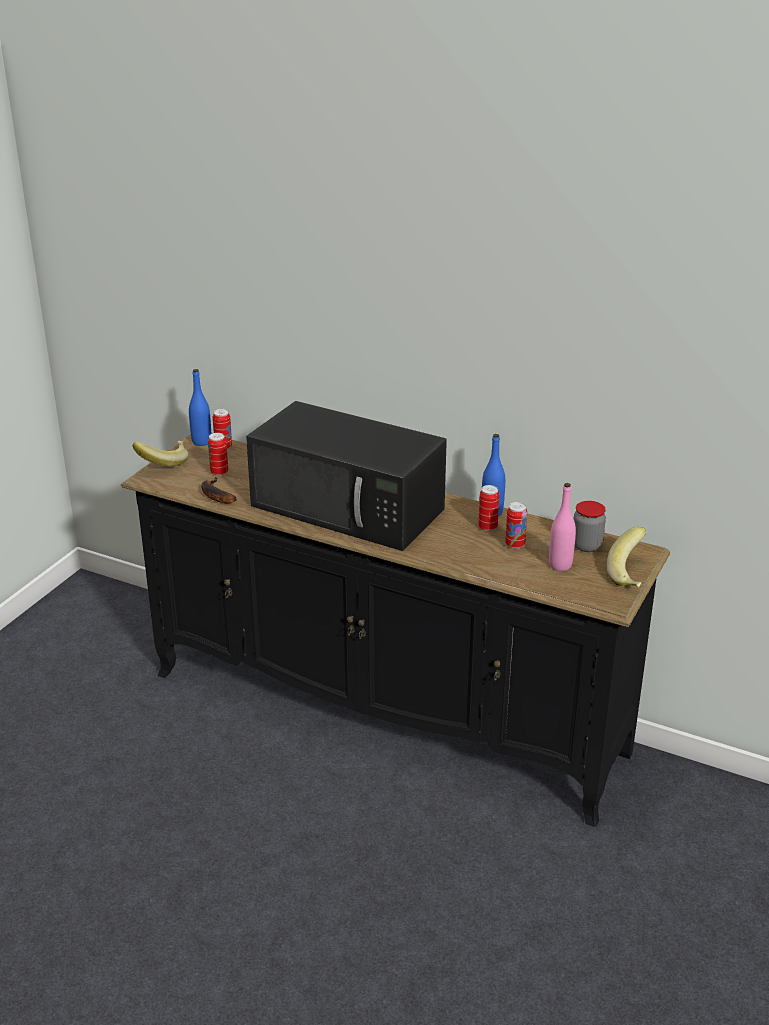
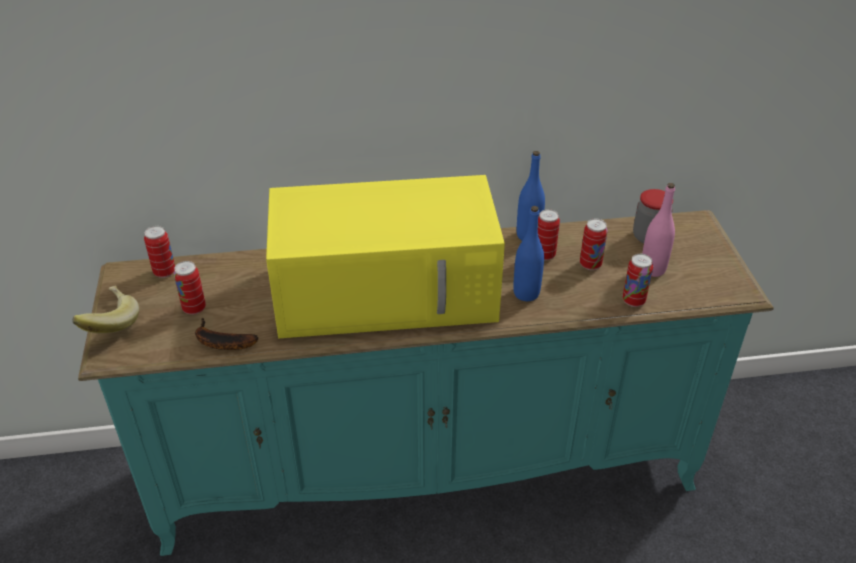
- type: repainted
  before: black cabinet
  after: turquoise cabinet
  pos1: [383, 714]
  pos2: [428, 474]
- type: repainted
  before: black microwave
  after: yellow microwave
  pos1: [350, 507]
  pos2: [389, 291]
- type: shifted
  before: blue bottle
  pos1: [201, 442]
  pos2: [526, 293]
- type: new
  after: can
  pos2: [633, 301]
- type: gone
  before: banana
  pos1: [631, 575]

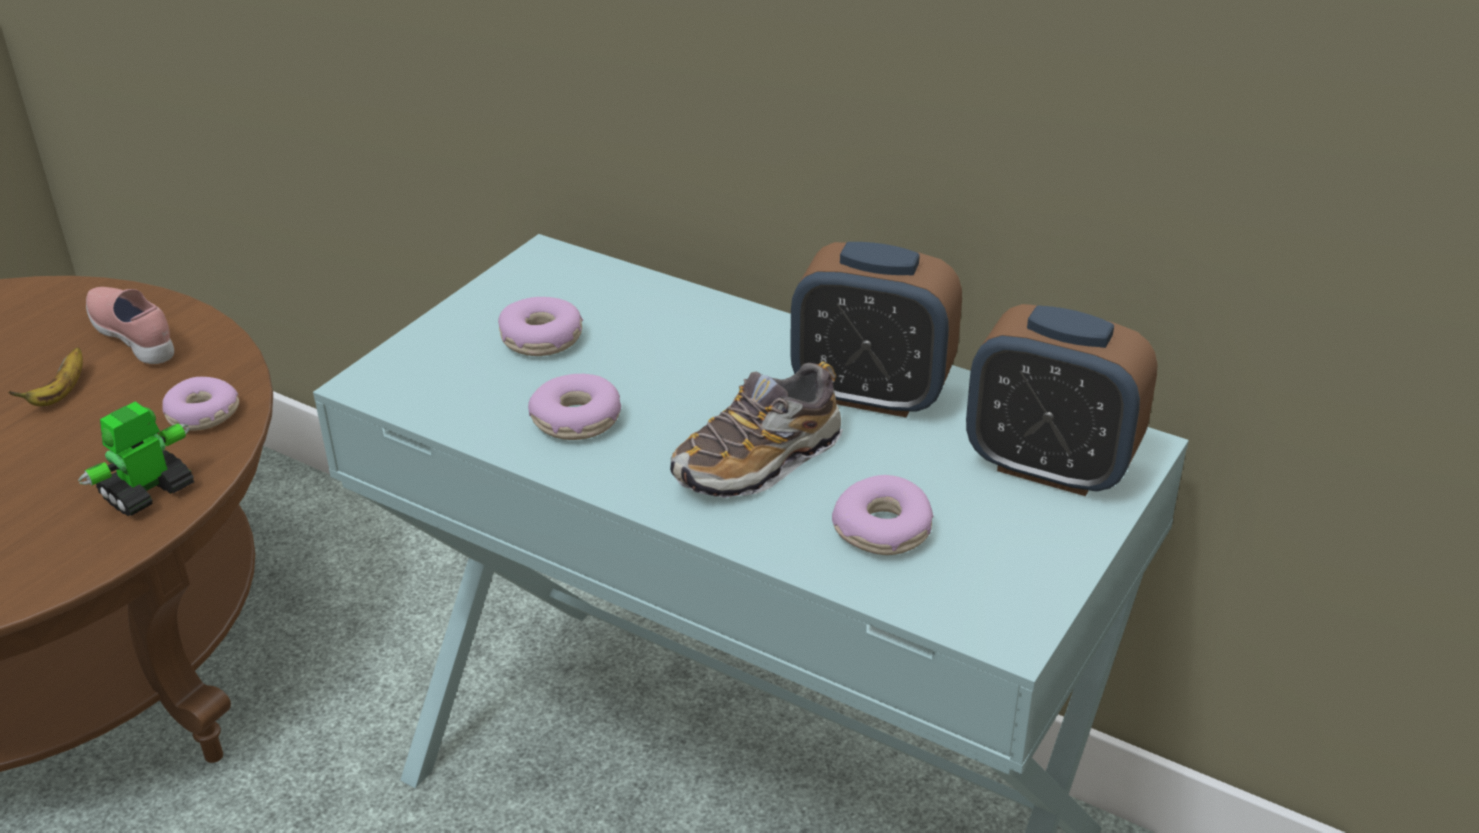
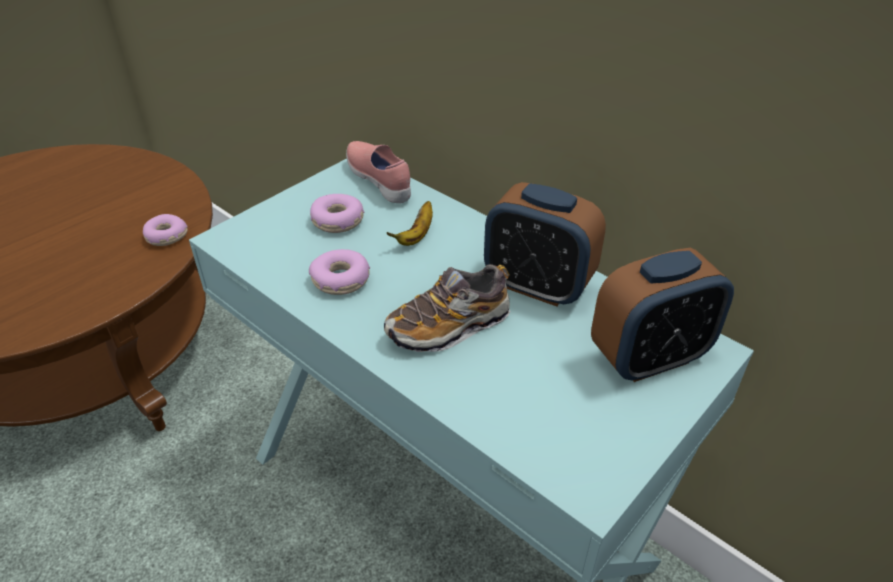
- type: shifted
  before: pink shoe
  pos1: [136, 338]
  pos2: [380, 181]
- type: shifted
  before: banana
  pos1: [60, 393]
  pos2: [416, 235]
- type: rotated
  before: alarm clock
  pos1: [1050, 467]
  pos2: [649, 358]
  turn: -60
- type: gone
  before: toy robot
  pos1: [147, 493]
- type: gone
  before: donut
  pos1: [883, 530]

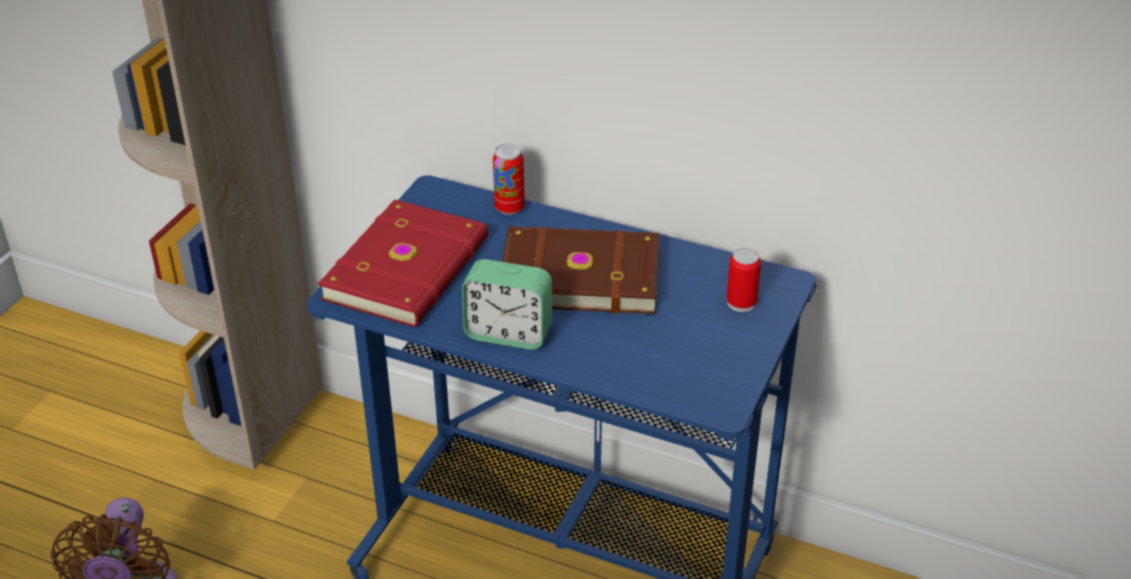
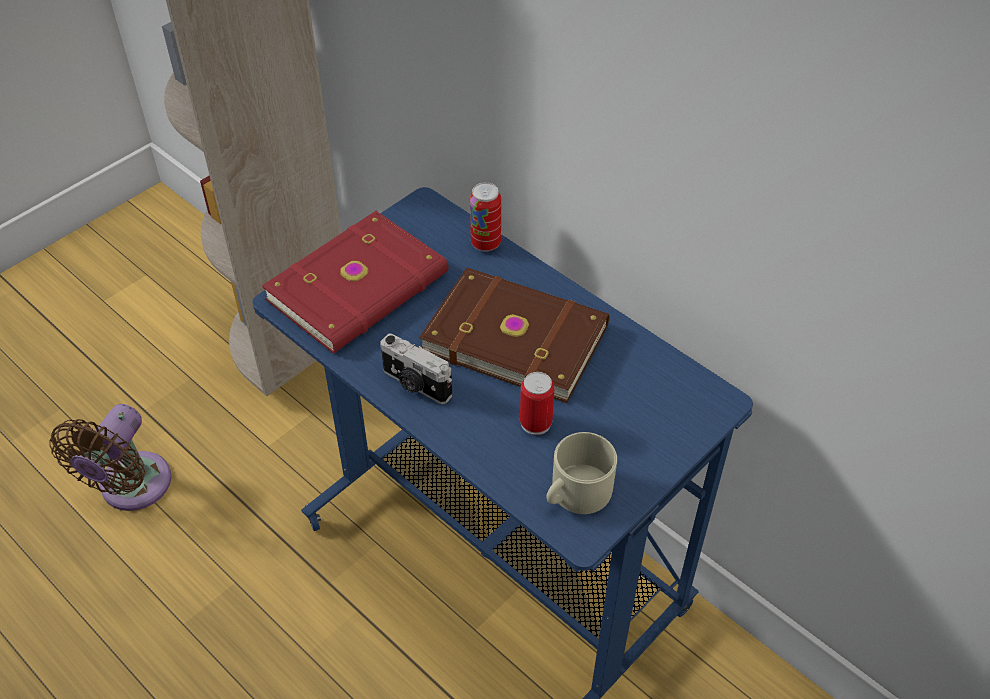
- type: swapped
  before: alarm clock
  after: photo camera
  pos1: [508, 333]
  pos2: [416, 385]
- type: shifted
  before: can
  pos1: [741, 302]
  pos2: [536, 422]
- type: new
  after: beige mug
  pos2: [576, 493]

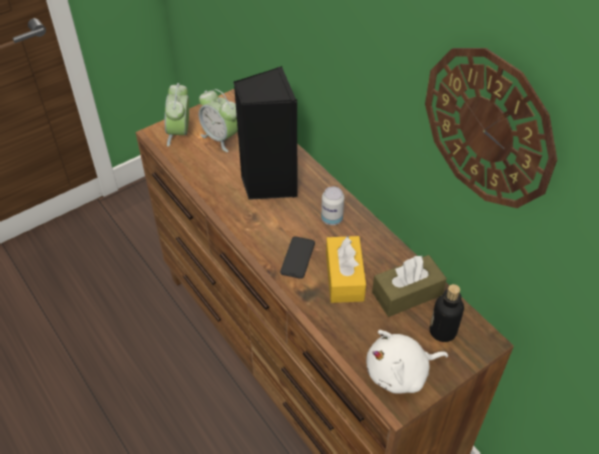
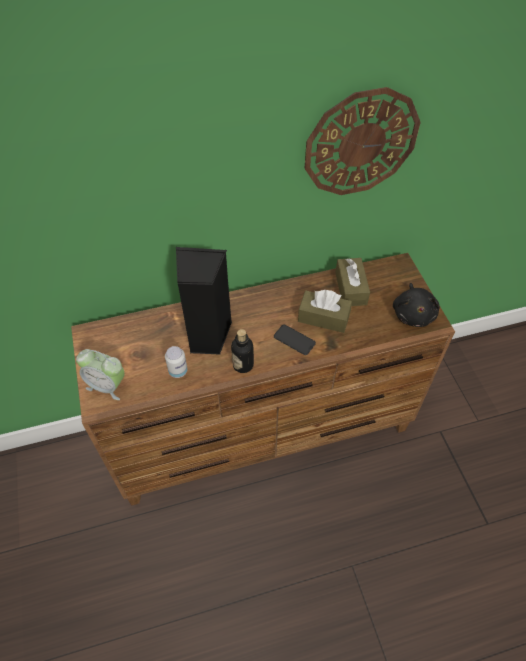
- type: shifted
  before: can
  pos1: [332, 219]
  pos2: [178, 371]
- type: shifted
  before: bottle
  pos1: [442, 331]
  pos2: [243, 365]
- type: repainted
  before: yellow tissue box
  after: brown tissue box
  pos1: [344, 277]
  pos2: [323, 318]
- type: repainted
  before: white plush toy
  after: black plush toy
  pos1: [400, 373]
  pos2: [413, 314]
- type: gone
  before: alarm clock
  pos1: [221, 138]

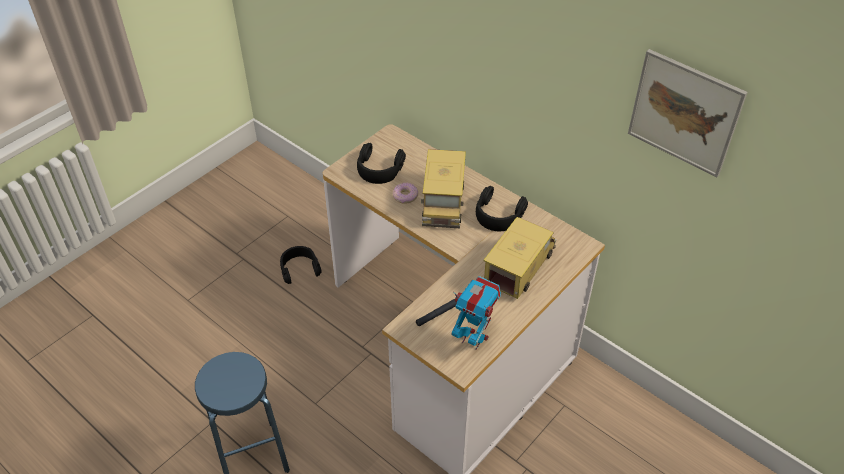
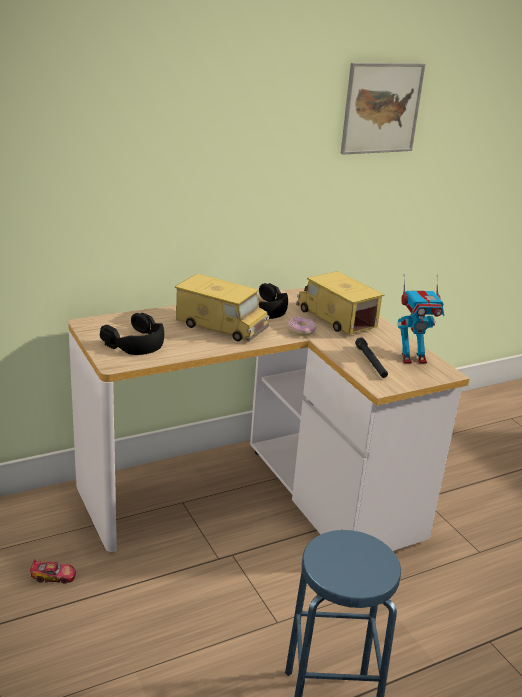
- type: swapped
  before: black headphones
  after: toy car
  pos1: [299, 268]
  pos2: [54, 576]
- type: shifted
  before: donut
  pos1: [405, 196]
  pos2: [301, 330]
- type: rotated
  before: toy robot
  pos1: [473, 338]
  pos2: [412, 358]
  turn: -150

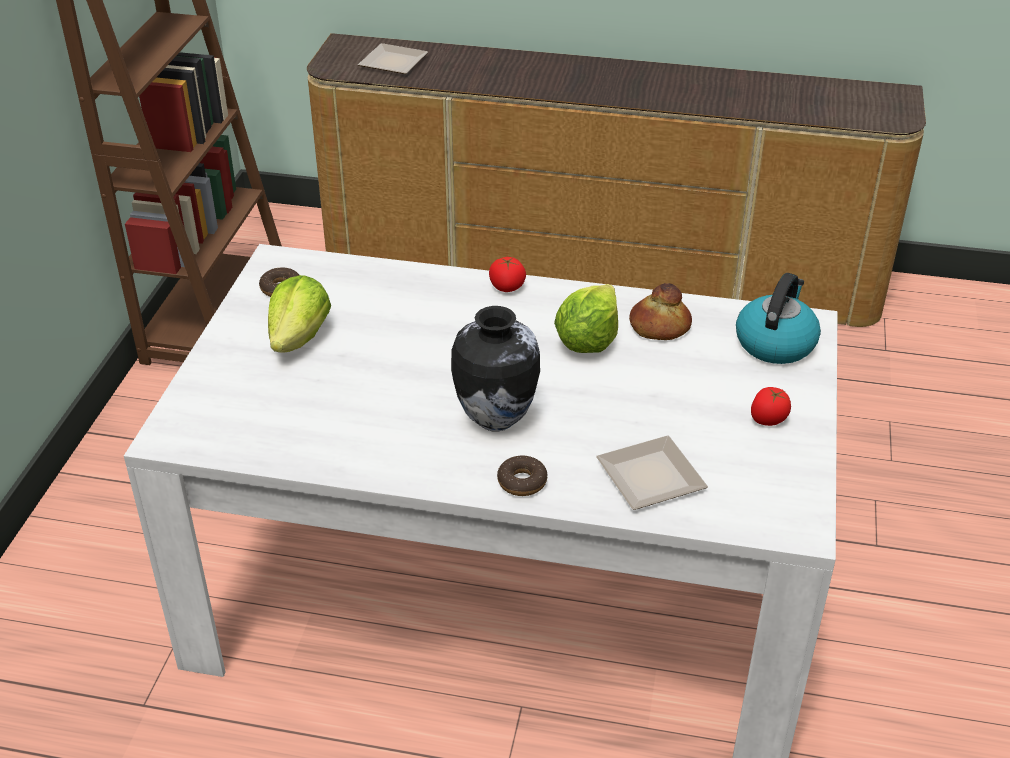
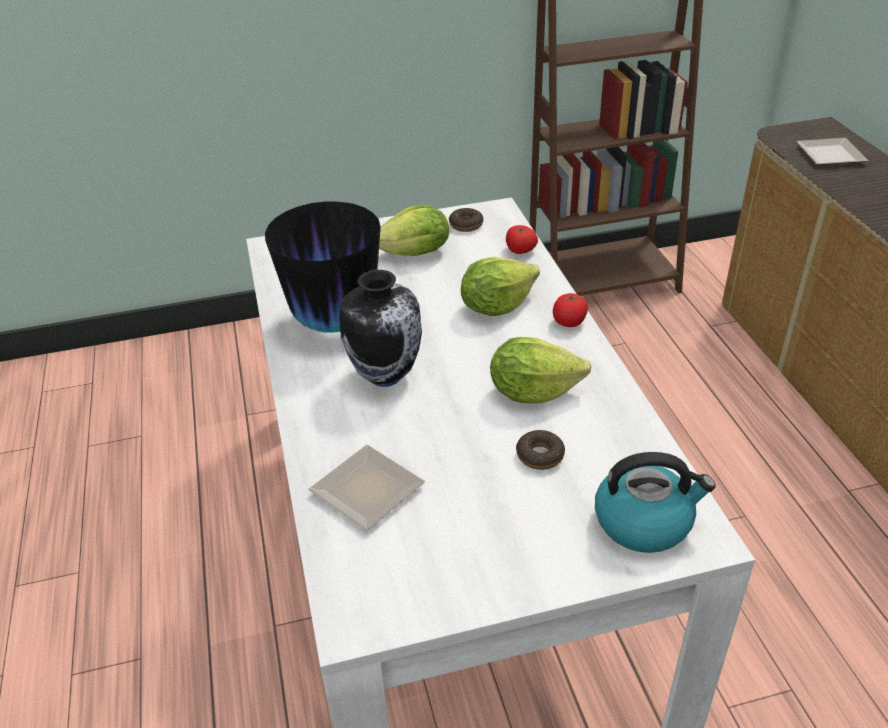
- type: new
  after: vase
  pos2: [335, 322]
- type: new
  after: lettuce
  pos2: [496, 306]
- type: shifted
  before: tomato
  pos1: [768, 419]
  pos2: [520, 251]
- type: shifted
  before: donut
  pos1: [522, 482]
  pos2: [540, 455]
- type: gone
  before: bread
  pos1: [659, 327]

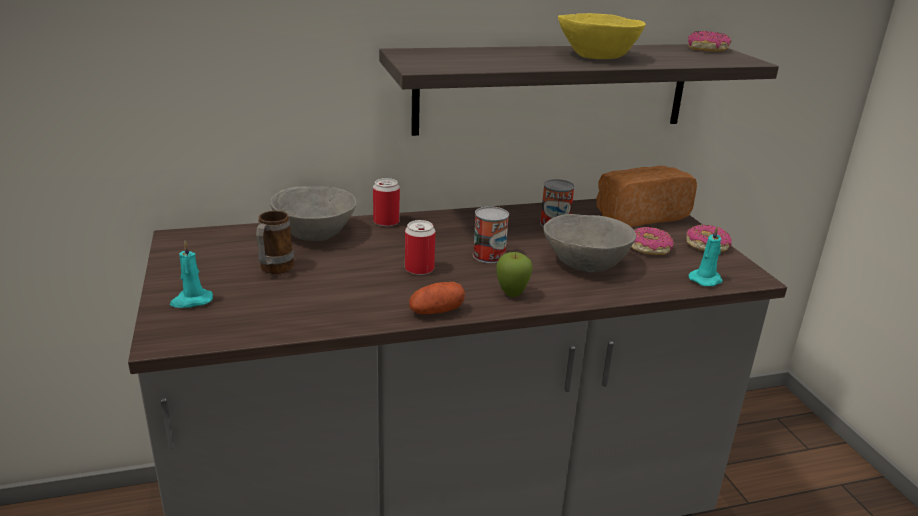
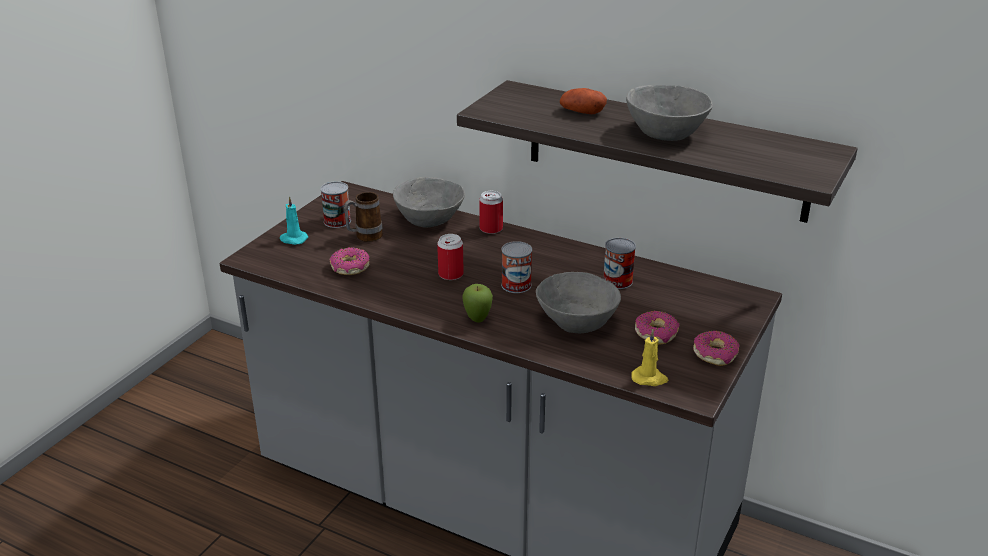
- type: new
  after: can
  pos2: [337, 221]
- type: shifted
  before: donut
  pos1: [707, 49]
  pos2: [350, 268]
- type: shifted
  before: potato
  pos1: [436, 311]
  pos2: [582, 112]
- type: repainted
  before: yellow bowl
  after: grey bowl
  pos1: [598, 56]
  pos2: [667, 134]
- type: repainted
  before: turquoise candle
  after: yellow candle
  pos1: [706, 280]
  pos2: [649, 378]
- type: gone
  before: bread
  pos1: [638, 215]

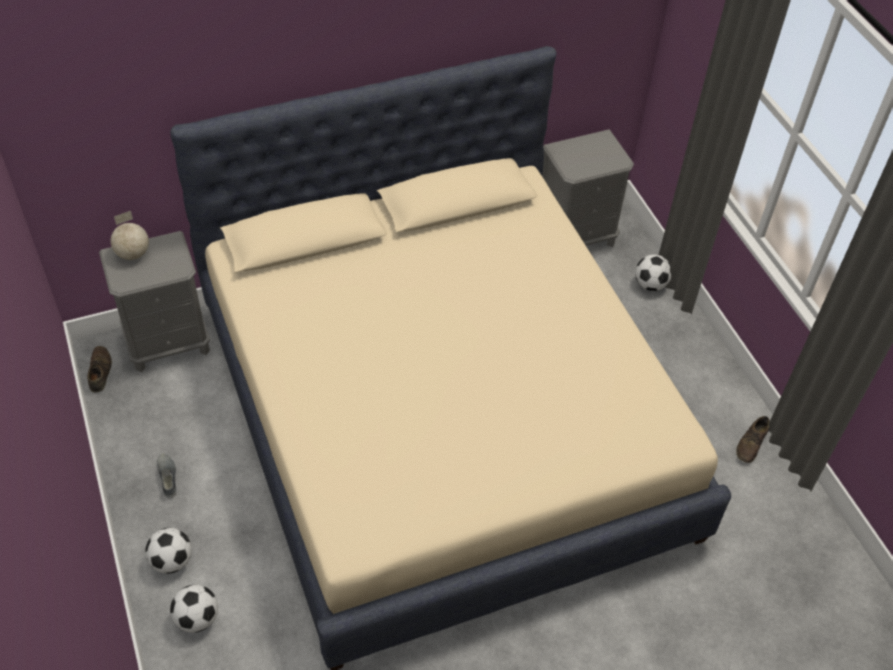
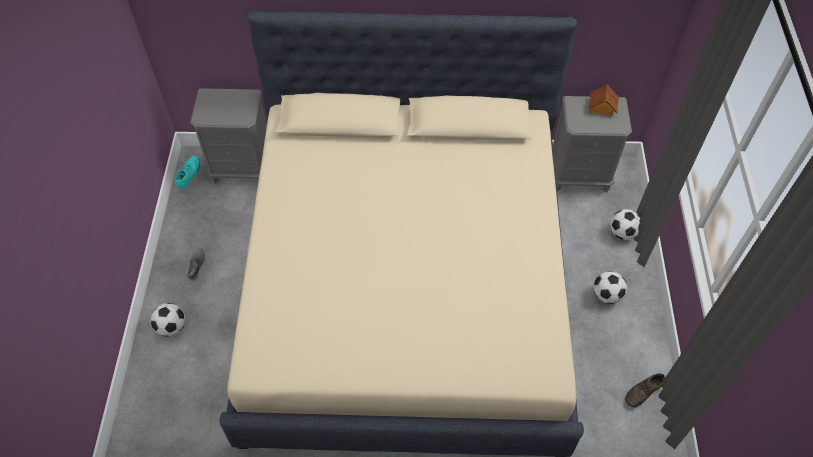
- type: repainted
  before: brown shoe
  after: turquoise shoe
  pos1: [99, 371]
  pos2: [188, 174]
- type: new
  after: toy house
  pos2: [601, 107]
- type: shifted
  before: football
  pos1: [197, 618]
  pos2: [606, 295]
- type: gone
  before: globe
  pos1: [133, 254]

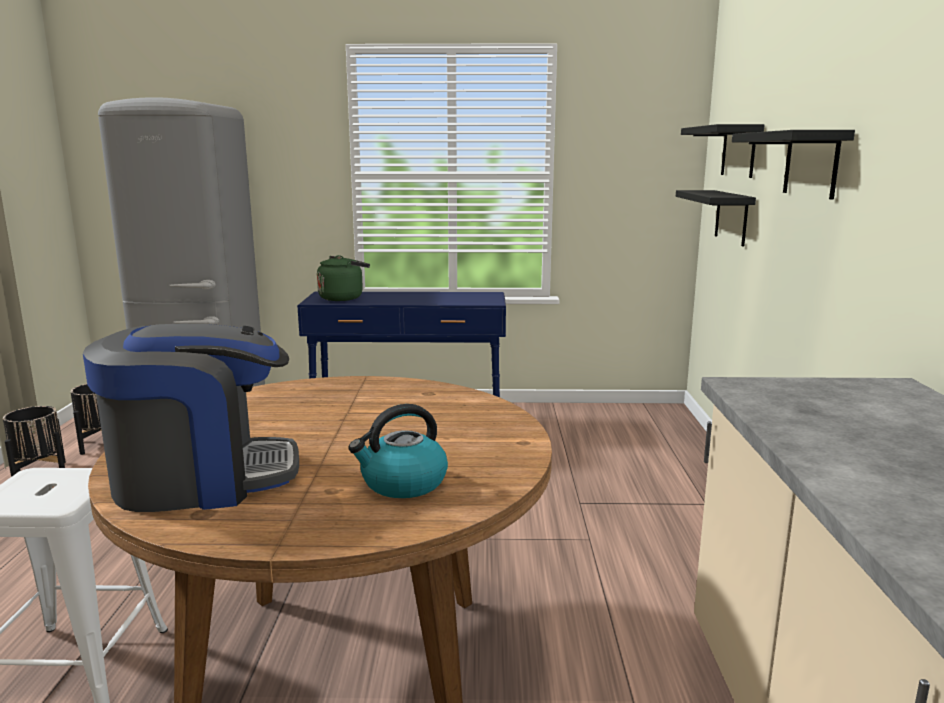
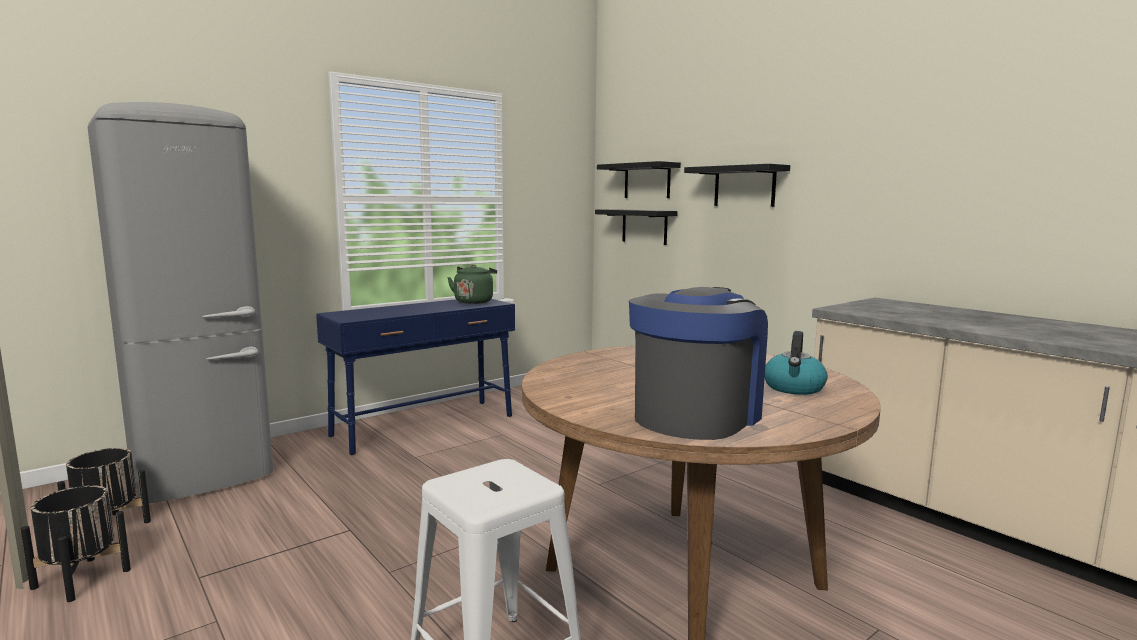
- type: shifted
  before: green kettle
  pos1: [343, 298]
  pos2: [474, 301]

